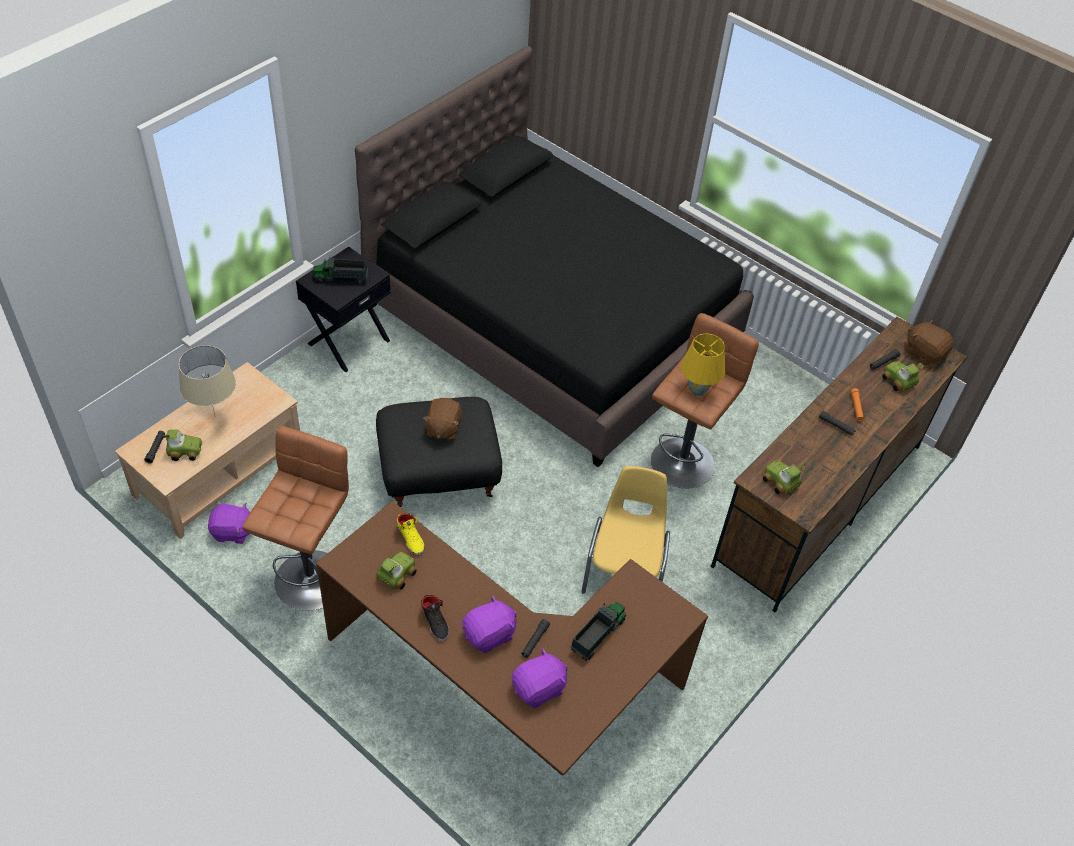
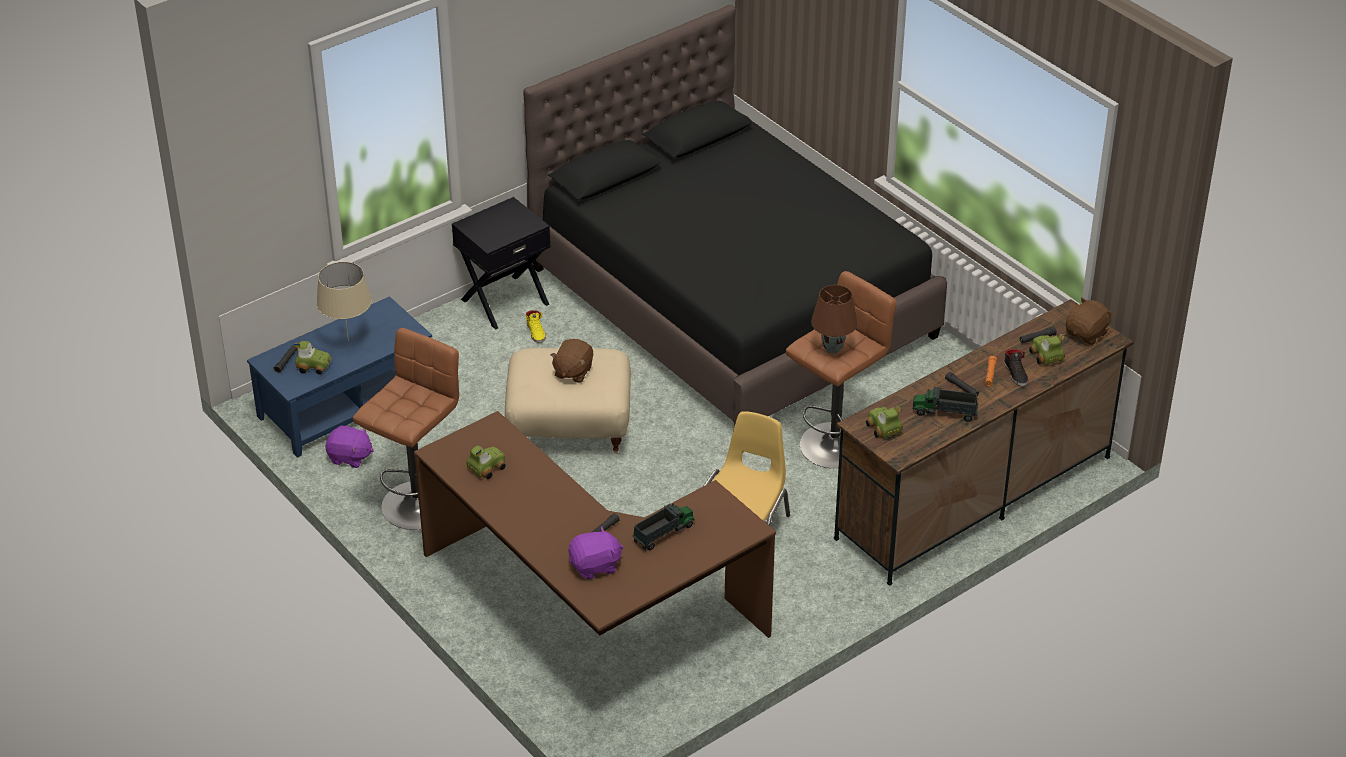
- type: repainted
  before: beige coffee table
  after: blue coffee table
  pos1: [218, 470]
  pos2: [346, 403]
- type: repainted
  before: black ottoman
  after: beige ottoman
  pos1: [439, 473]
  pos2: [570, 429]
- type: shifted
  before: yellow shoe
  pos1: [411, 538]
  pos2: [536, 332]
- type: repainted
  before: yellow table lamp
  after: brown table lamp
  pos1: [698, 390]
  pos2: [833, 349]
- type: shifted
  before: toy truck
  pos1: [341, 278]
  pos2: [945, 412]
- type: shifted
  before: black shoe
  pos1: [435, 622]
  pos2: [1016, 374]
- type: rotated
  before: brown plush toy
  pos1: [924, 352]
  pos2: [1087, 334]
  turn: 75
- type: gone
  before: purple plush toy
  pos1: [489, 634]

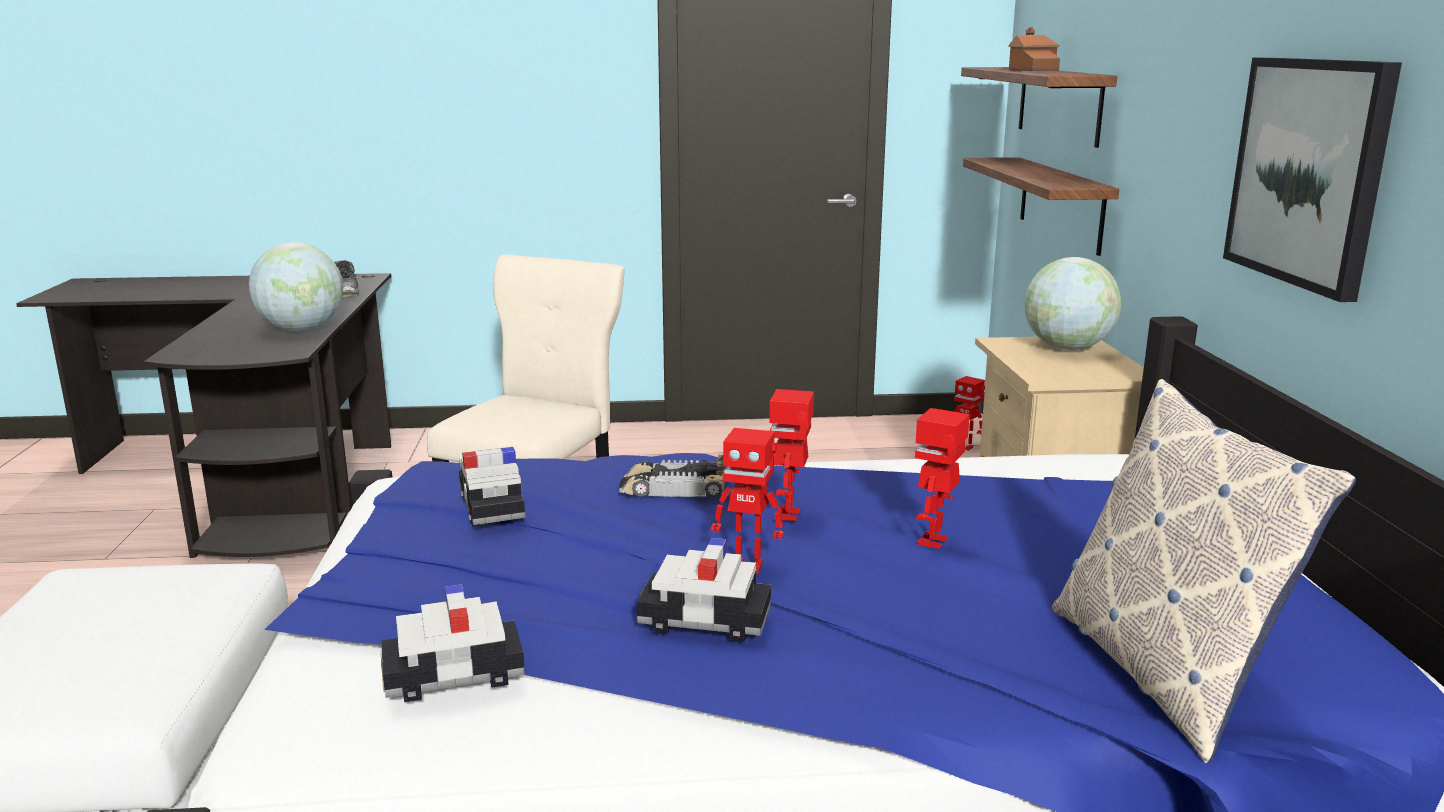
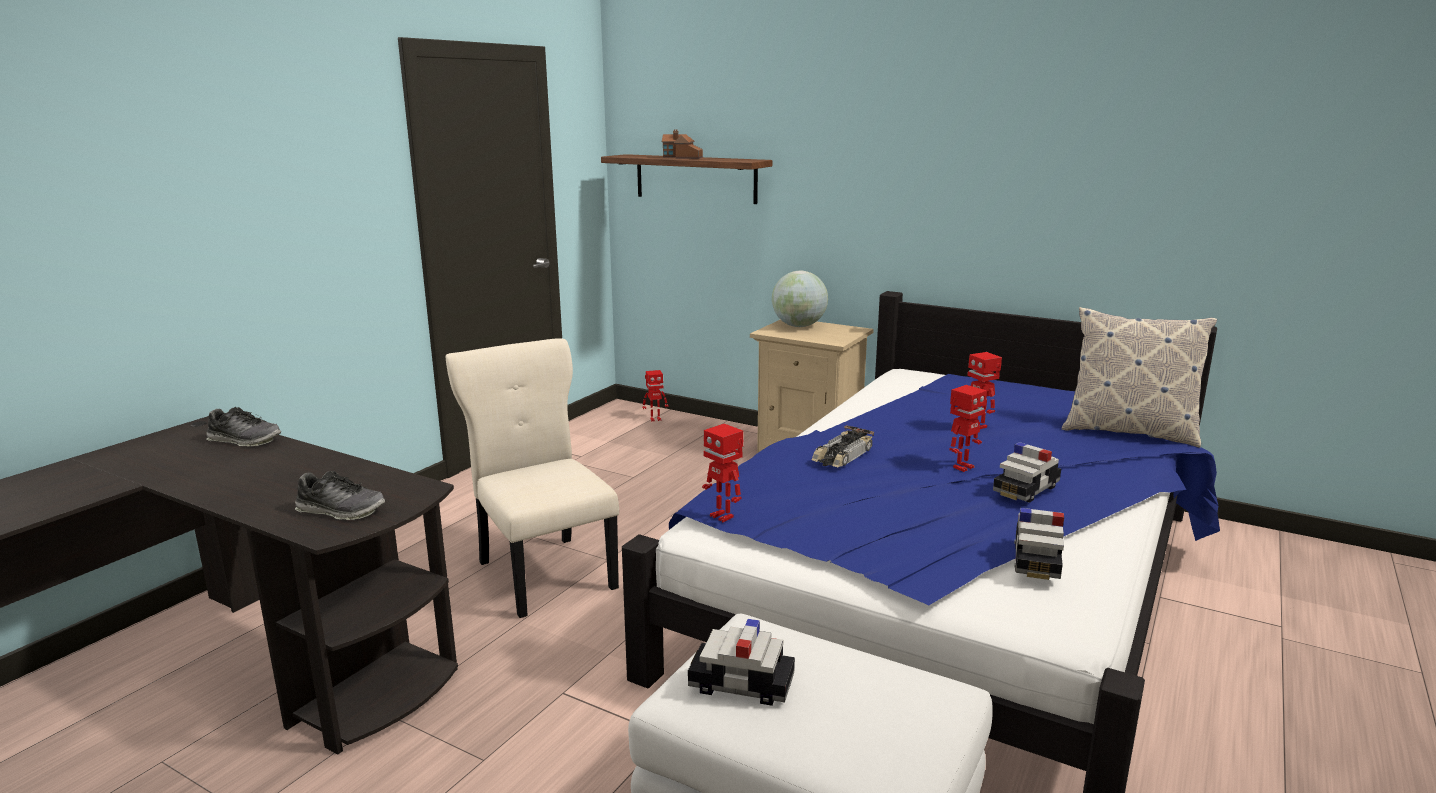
- type: new
  after: shoe
  pos2: [341, 511]
- type: shifted
  before: toy car
  pos1: [492, 507]
  pos2: [741, 684]
- type: shifted
  before: toy robot
  pos1: [789, 515]
  pos2: [723, 516]
- type: gone
  before: globe
  pos1: [301, 329]
- type: gone
  before: shelf
  pos1: [1060, 203]
- type: gone
  before: picture
  pos1: [1309, 172]

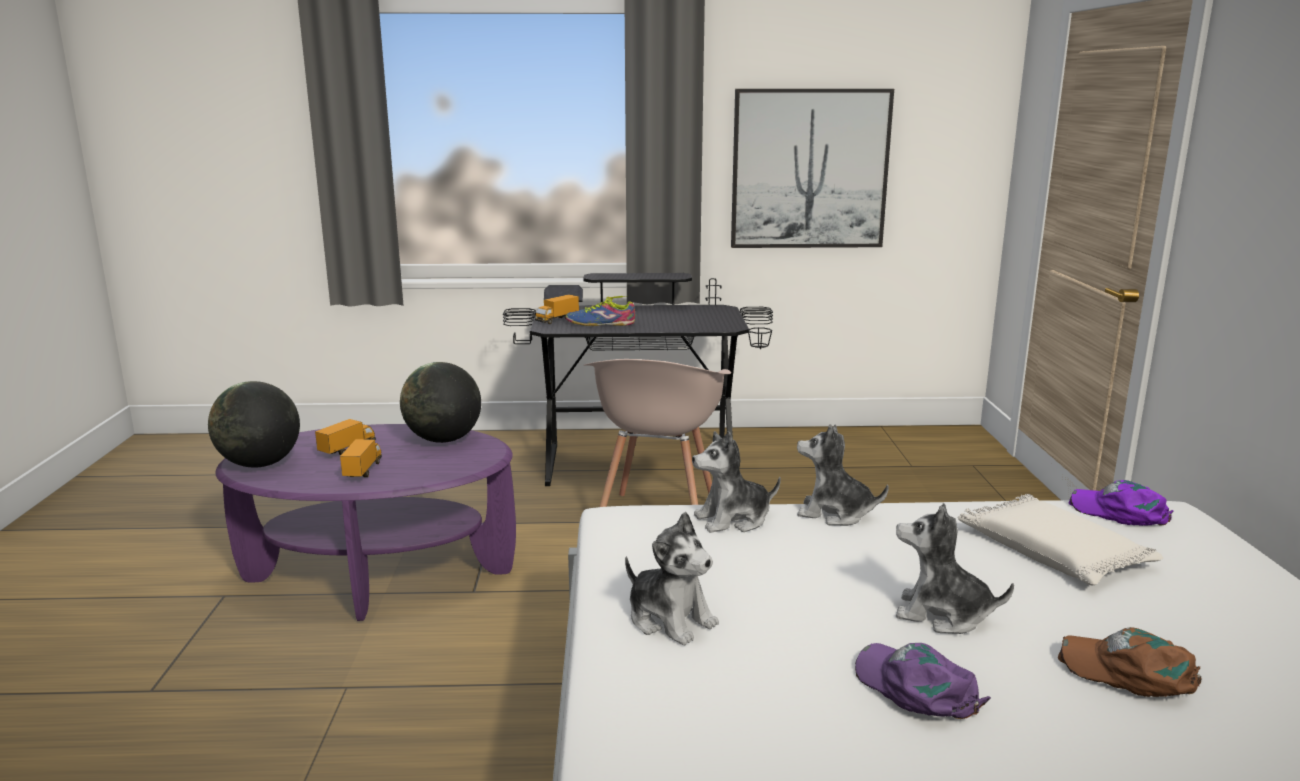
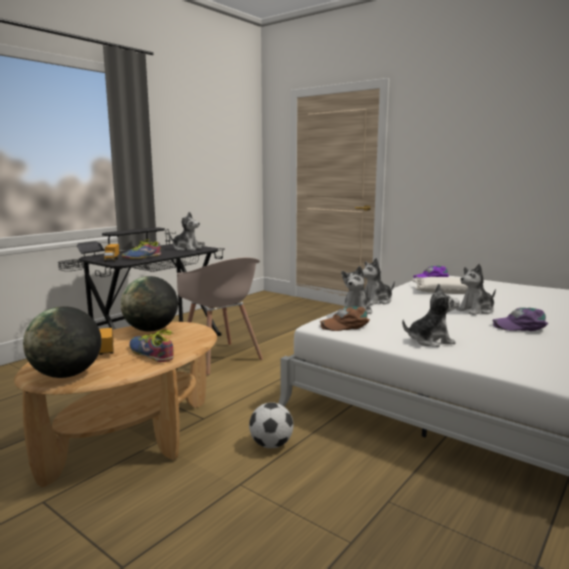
- type: repainted
  before: purple coffee table
  after: brown coffee table
  pos1: [378, 577]
  pos2: [134, 439]
- type: swapped
  before: toy truck
  after: shoe
  pos1: [363, 471]
  pos2: [151, 354]
- type: new
  after: plush toy
  pos2: [186, 249]
- type: new
  after: football
  pos2: [271, 445]
- type: shifted
  before: brown cap
  pos1: [1129, 672]
  pos2: [345, 325]
- type: gone
  before: picture
  pos1: [809, 169]

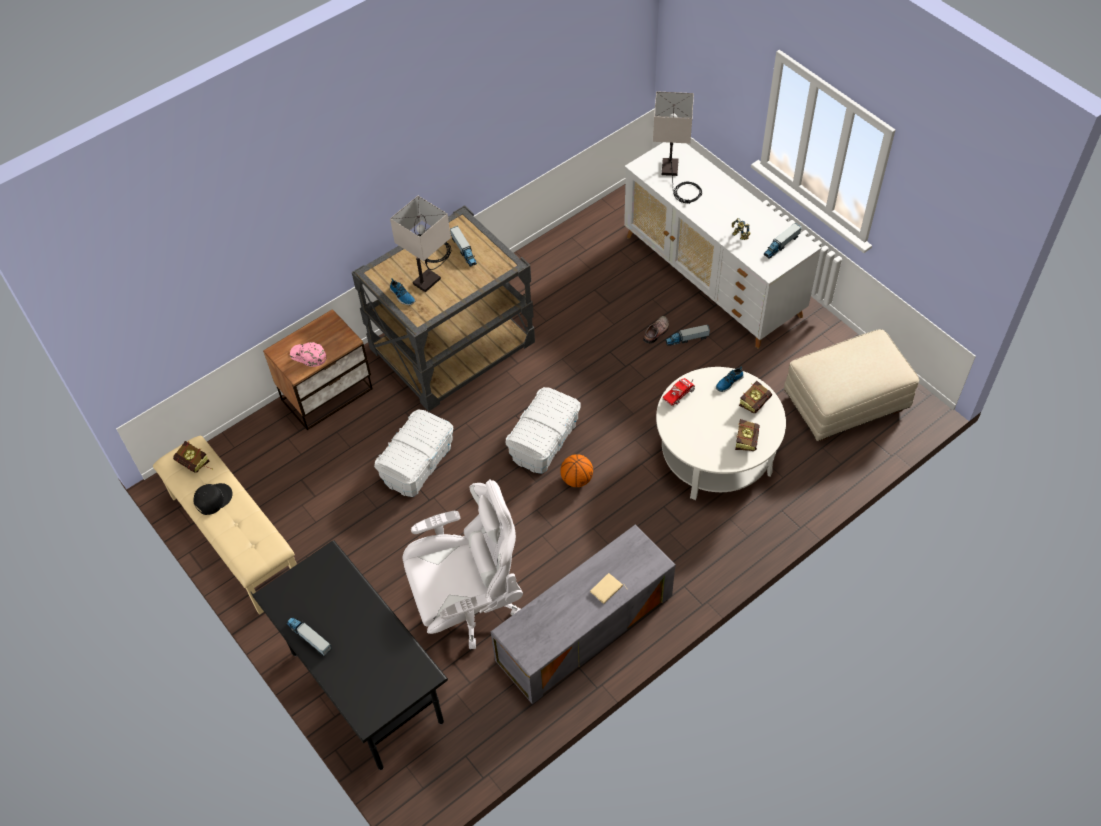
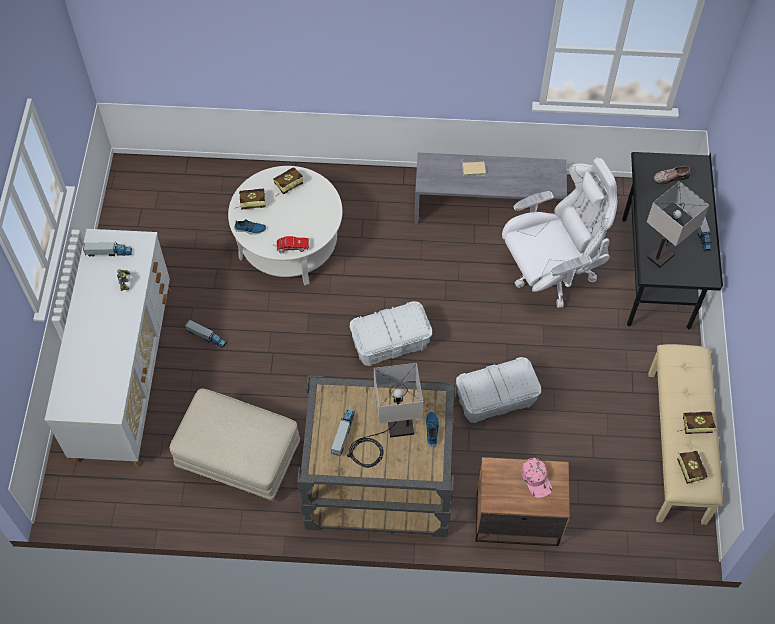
- type: shifted
  before: beige ottoman
  pos1: [845, 403]
  pos2: [238, 457]
- type: rotated
  before: white office chair
  pos1: [467, 606]
  pos2: [549, 274]
  turn: 135
- type: shifted
  before: table lamp
  pos1: [676, 179]
  pos2: [665, 243]
- type: shifted
  before: shoe
  pos1: [657, 332]
  pos2: [670, 177]
- type: swapped
  before: black cap
  after: book
  pos1: [213, 499]
  pos2: [693, 426]
- type: gone
  before: basketball
  pos1: [577, 479]

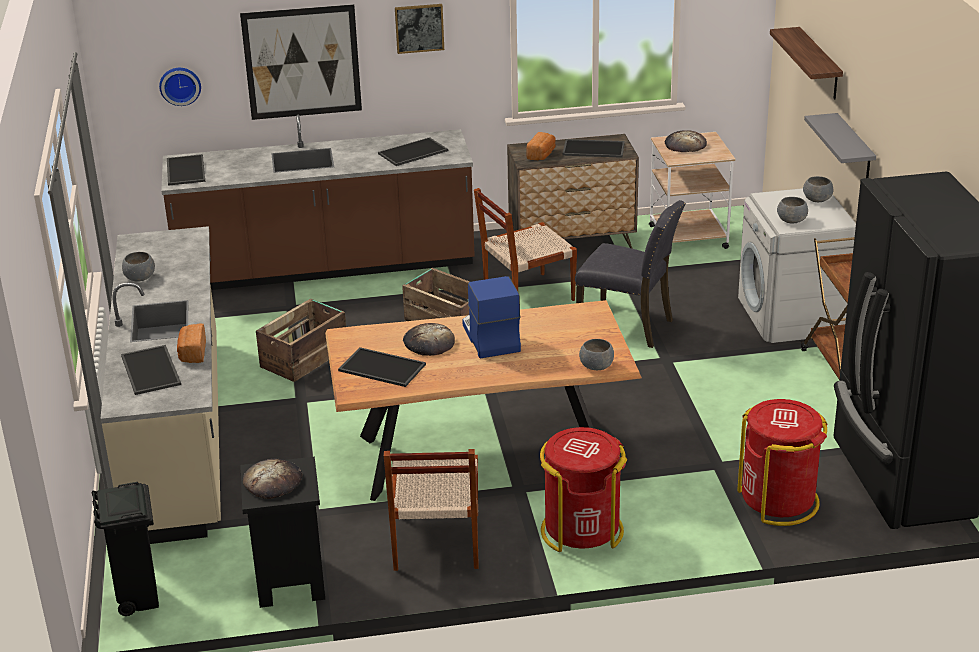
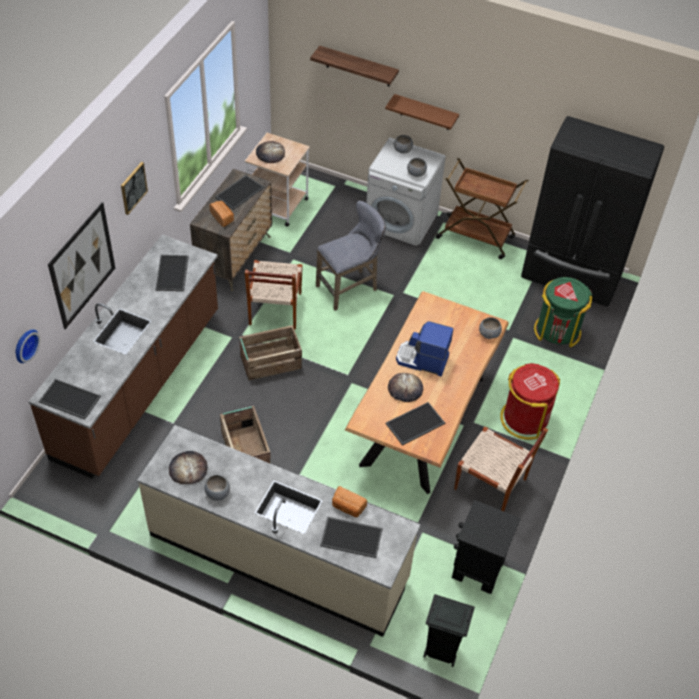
- type: shifted
  before: bread
  pos1: [273, 481]
  pos2: [188, 469]
- type: swapped
  before: grey chair
  after: grey stool
  pos1: [628, 326]
  pos2: [350, 288]
- type: repainted
  before: grey shelf
  after: brown shelf
  pos1: [854, 149]
  pos2: [425, 112]
- type: repainted
  before: red trash can
  after: green trash can
  pos1: [779, 501]
  pos2: [557, 330]

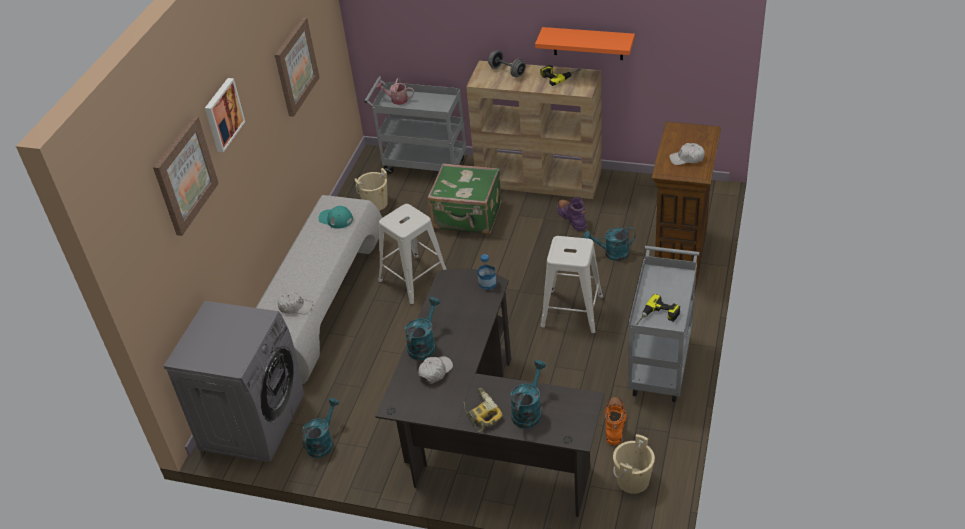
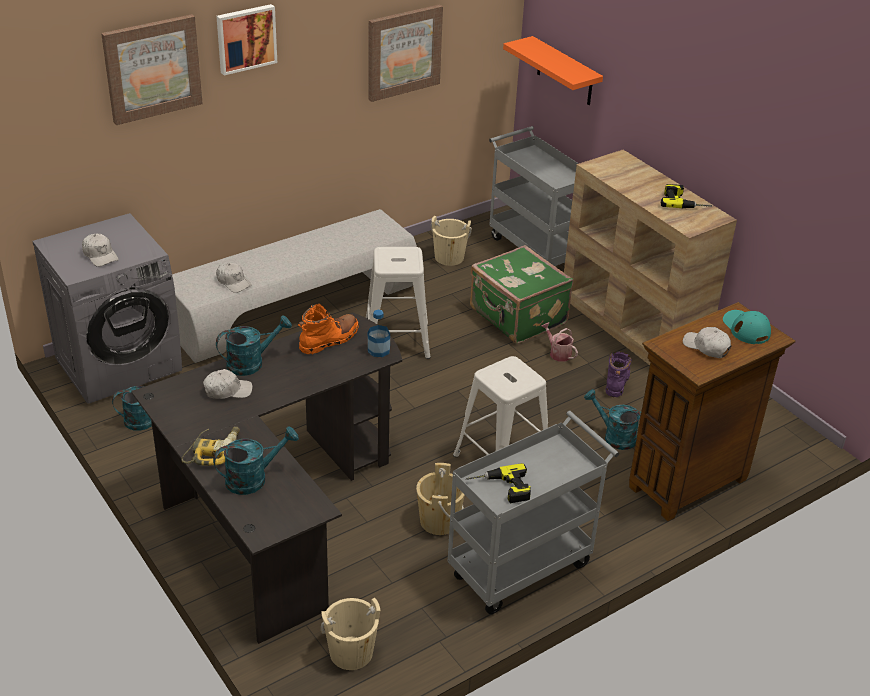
- type: new
  after: white cap
  pos2: [100, 255]
- type: shifted
  before: orange boot
  pos1: [615, 424]
  pos2: [329, 340]
- type: new
  after: beige bucket
  pos2: [439, 521]
- type: shifted
  before: orange shelf
  pos1: [588, 43]
  pos2: [565, 72]
- type: shifted
  before: watering can
  pos1: [397, 100]
  pos2: [558, 353]
- type: shifted
  before: turquoise cap
  pos1: [336, 219]
  pos2: [746, 328]
- type: gone
  before: grey dumbbell
  pos1: [507, 71]

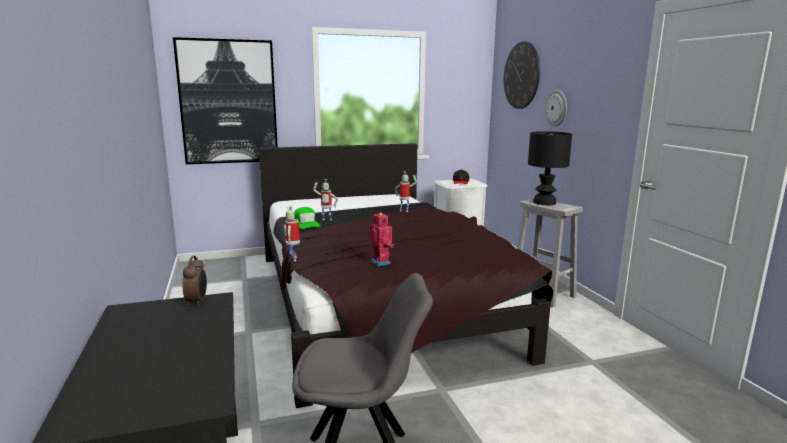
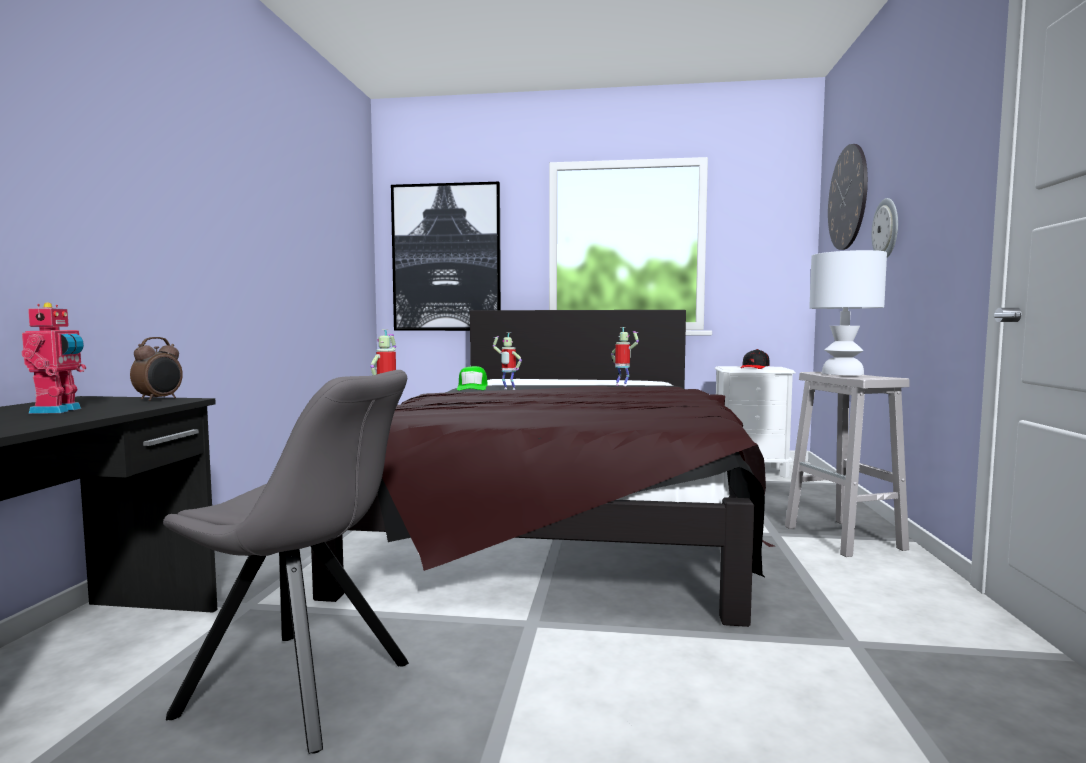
- type: shifted
  before: toy robot
  pos1: [381, 262]
  pos2: [59, 411]
- type: repainted
  before: black table lamp
  after: white table lamp
  pos1: [544, 202]
  pos2: [842, 373]

